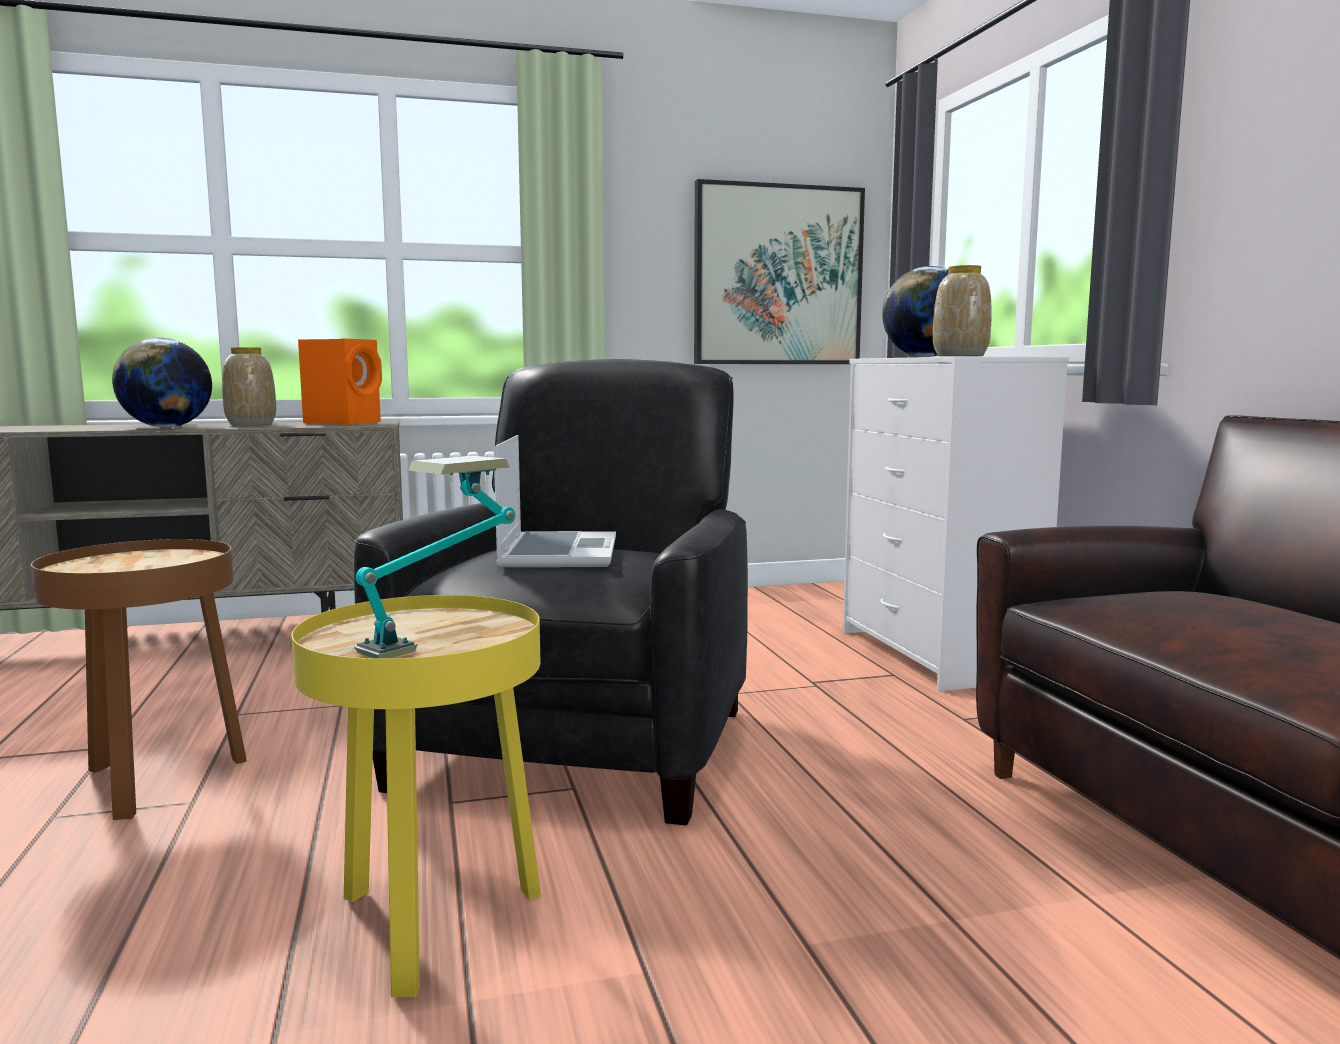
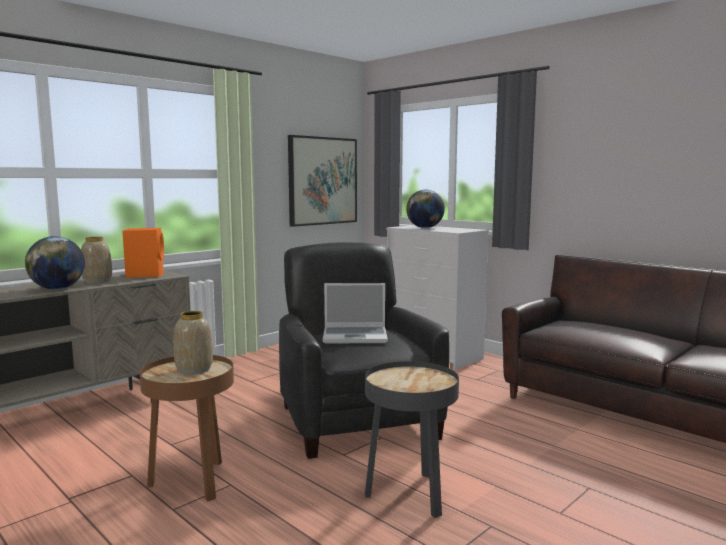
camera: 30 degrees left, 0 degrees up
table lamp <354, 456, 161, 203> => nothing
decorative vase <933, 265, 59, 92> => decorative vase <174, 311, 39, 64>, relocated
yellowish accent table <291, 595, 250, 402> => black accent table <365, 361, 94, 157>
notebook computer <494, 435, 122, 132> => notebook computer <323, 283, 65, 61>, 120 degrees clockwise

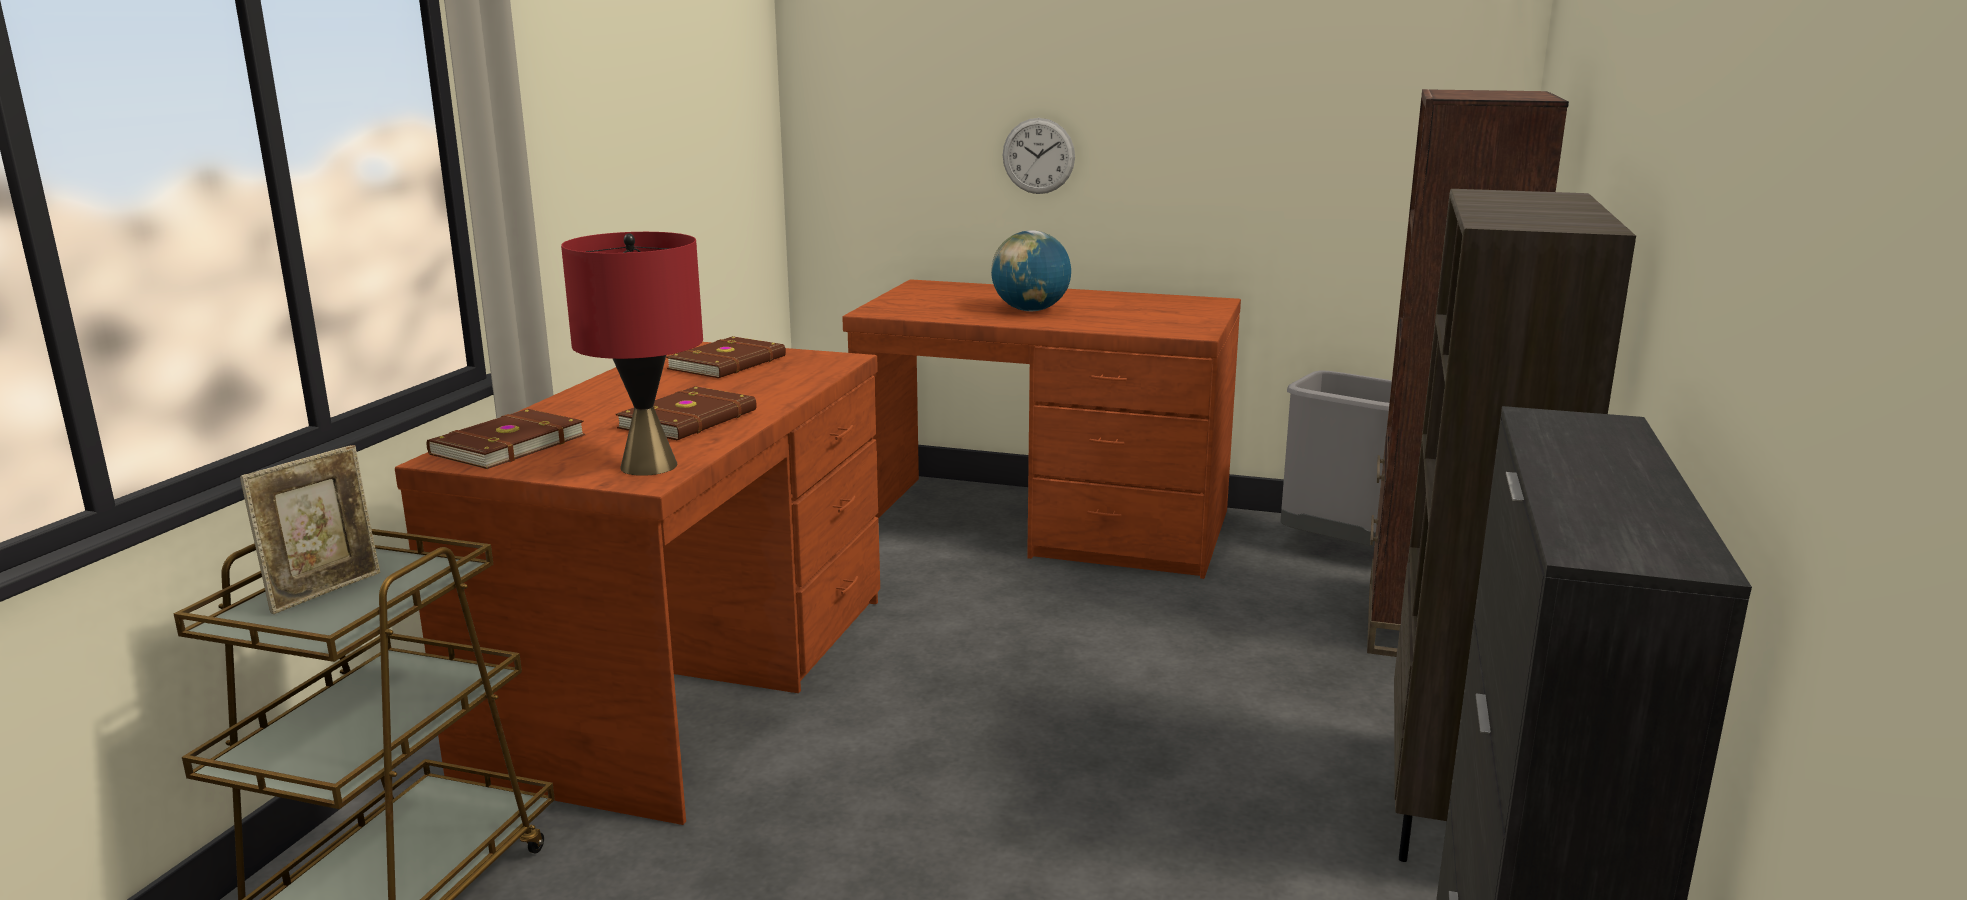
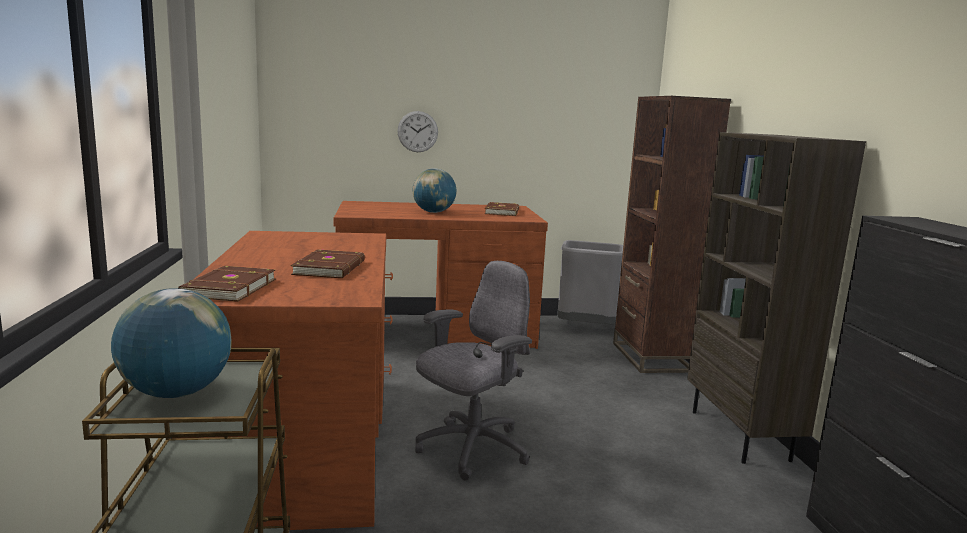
camera: 25 degrees left, 5 degrees down
red-coloured table lamp <561, 232, 142, 244> => nothing
nothing => greyish computer chair <415, 261, 117, 220>
brown-coloured bound book <666, 336, 120, 42> => brown-coloured bound book <485, 202, 34, 14>, relocated
standing frame <240, 445, 140, 169> => desk globe <111, 288, 121, 110>

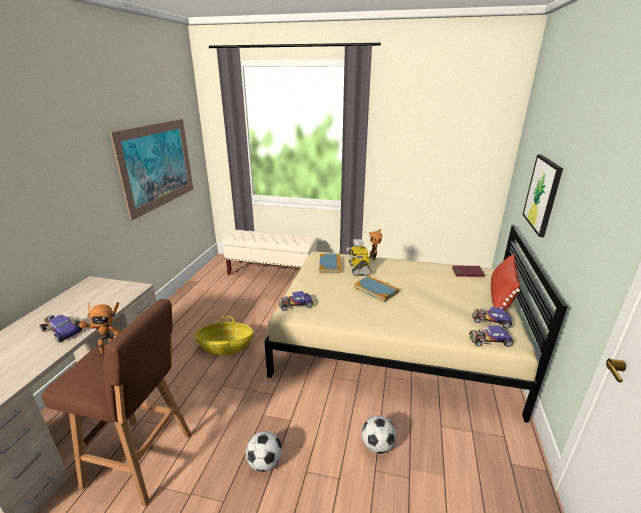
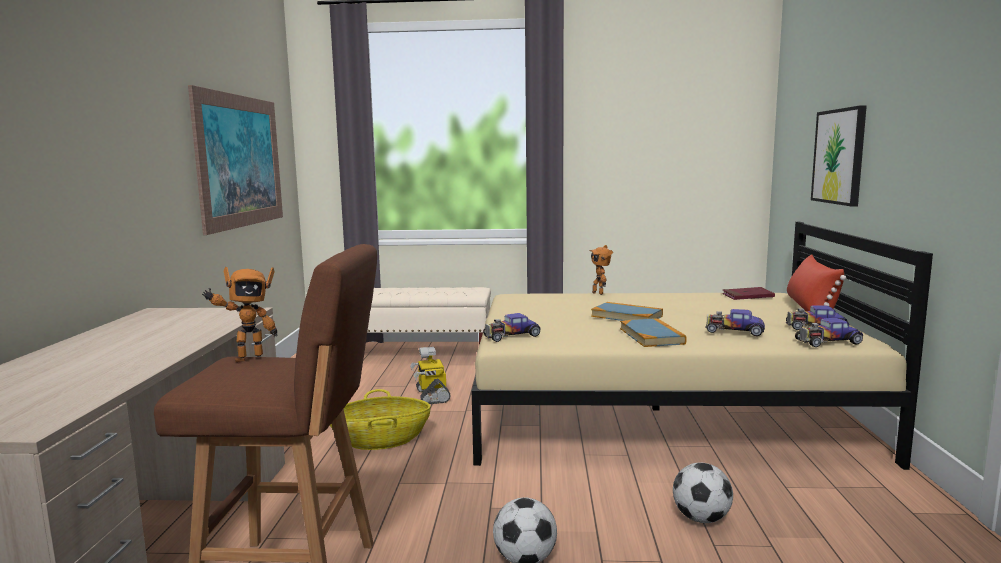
camera: 10 degrees left, 15 degrees down
miniature car <39, 315, 43, 27> => miniature car <705, 309, 60, 27>, relocated
bound book <319, 254, 22, 19> => bound book <620, 318, 67, 29>, relocated
robot figure <346, 239, 25, 37> => robot figure <410, 347, 41, 57>, relocated

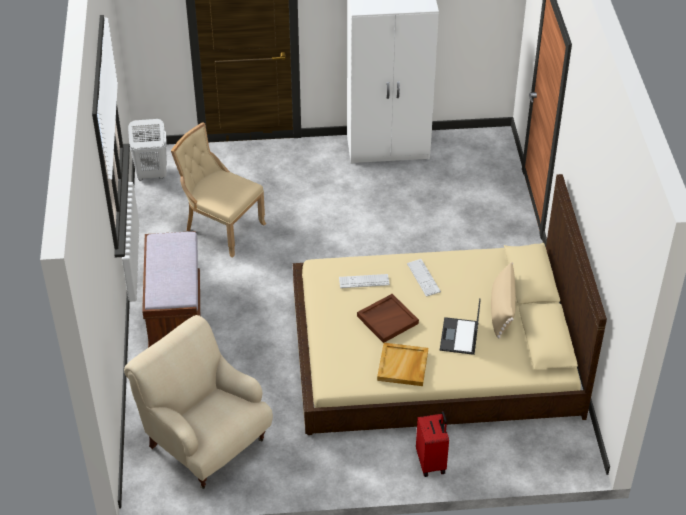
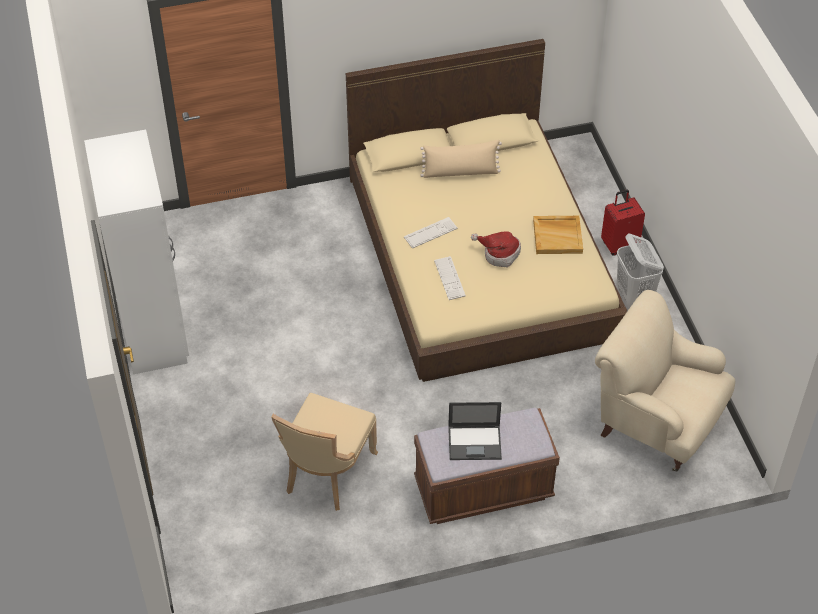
camera: 100 degrees left, 5 degrees up
whitish washing basket <128, 119, 39, 62> => whitish washing basket <617, 234, 47, 73>, relocated
notebook computer <440, 298, 41, 57> => notebook computer <448, 402, 54, 58>, relocated
brown-coloured carrying tray <357, 294, 62, 49> => hat <471, 231, 50, 37>
beige armchair <124, 315, 149, 174> => beige armchair <595, 290, 140, 181>, 90 degrees clockwise

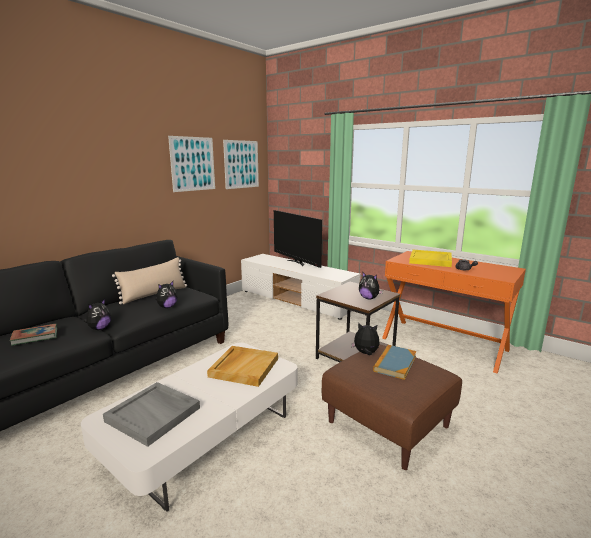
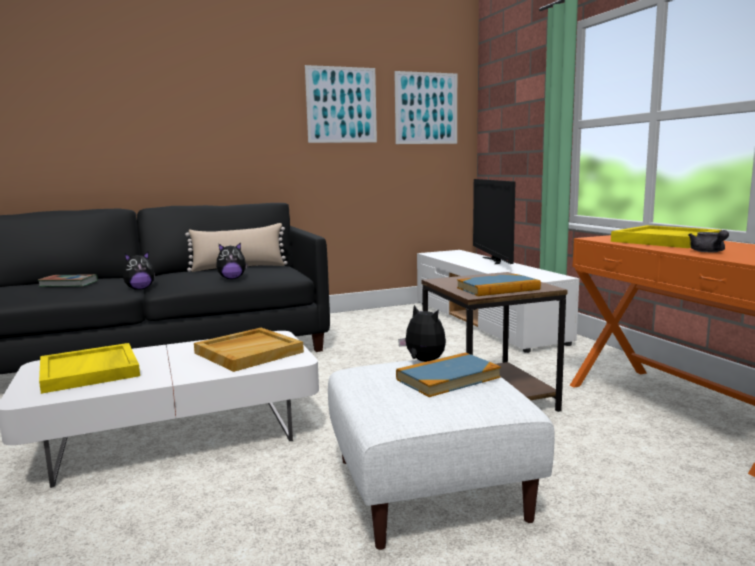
camera: 30 degrees right, 5 degrees down
cuddly toy <359, 273, 24, 26> => bound book <457, 274, 84, 22>
greyish carrying tray <103, 382, 97, 65> => yellowish carrying tray <39, 343, 101, 51>
brown-coloured pouffe <322, 344, 140, 126> => whitish pouffe <328, 358, 227, 192>

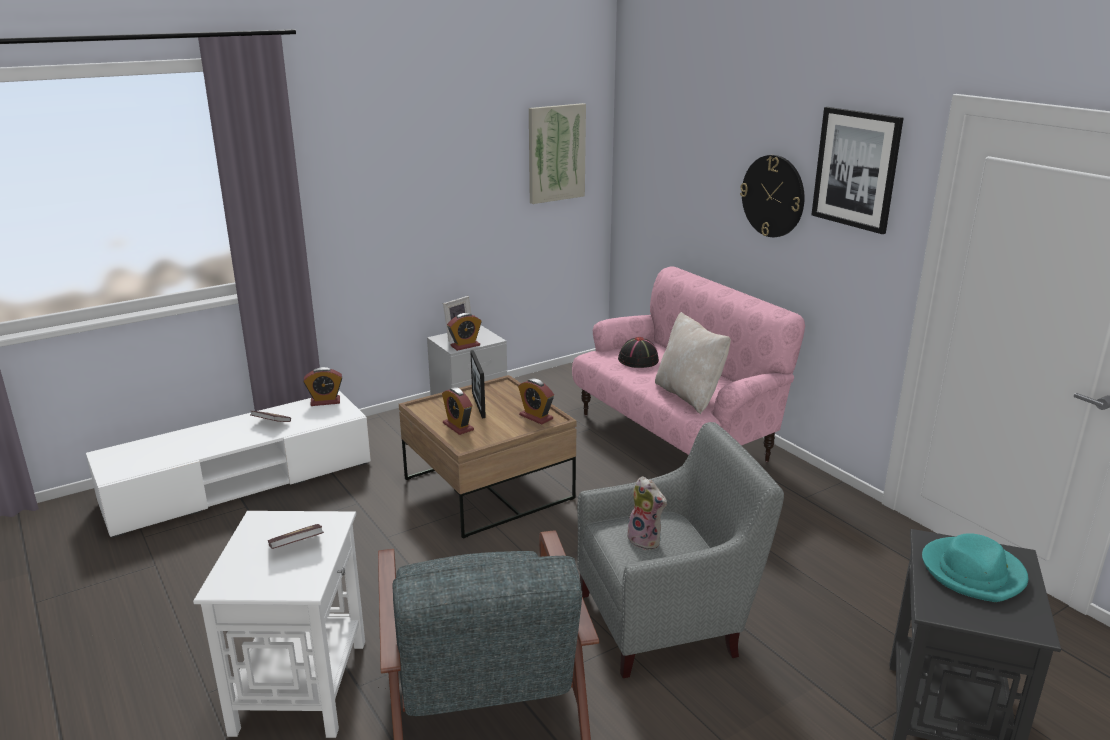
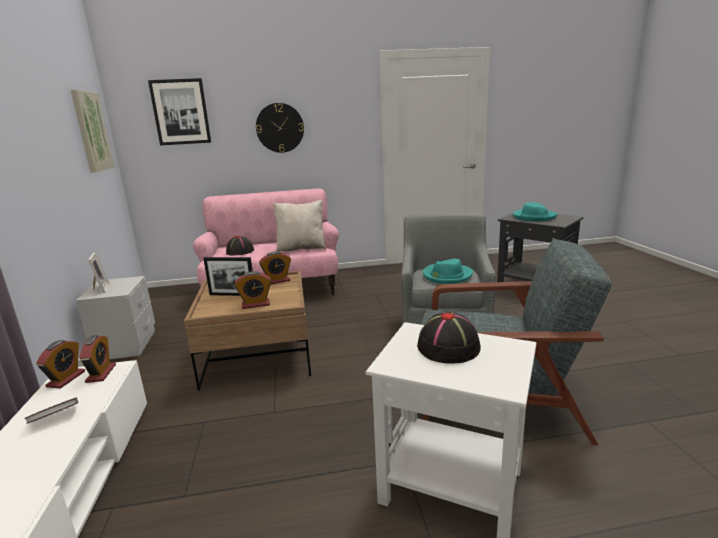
camera: 65 degrees left, 5 degrees down
table clock <447, 313, 35, 38> => table clock <80, 335, 36, 48>, relocated
wall picture <811, 107, 93, 127> => wall picture <148, 78, 63, 67>, relocated
bound book <268, 524, 56, 25> => black hat <417, 312, 64, 51>
cuddly toy <627, 476, 40, 74> => turquoise-coloured hat <422, 259, 51, 25>

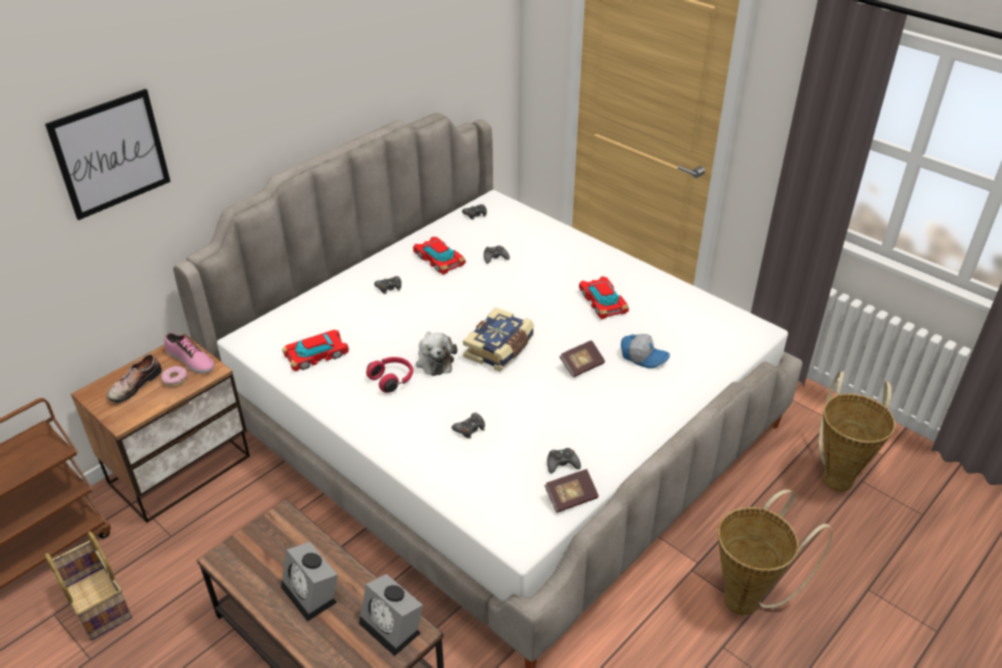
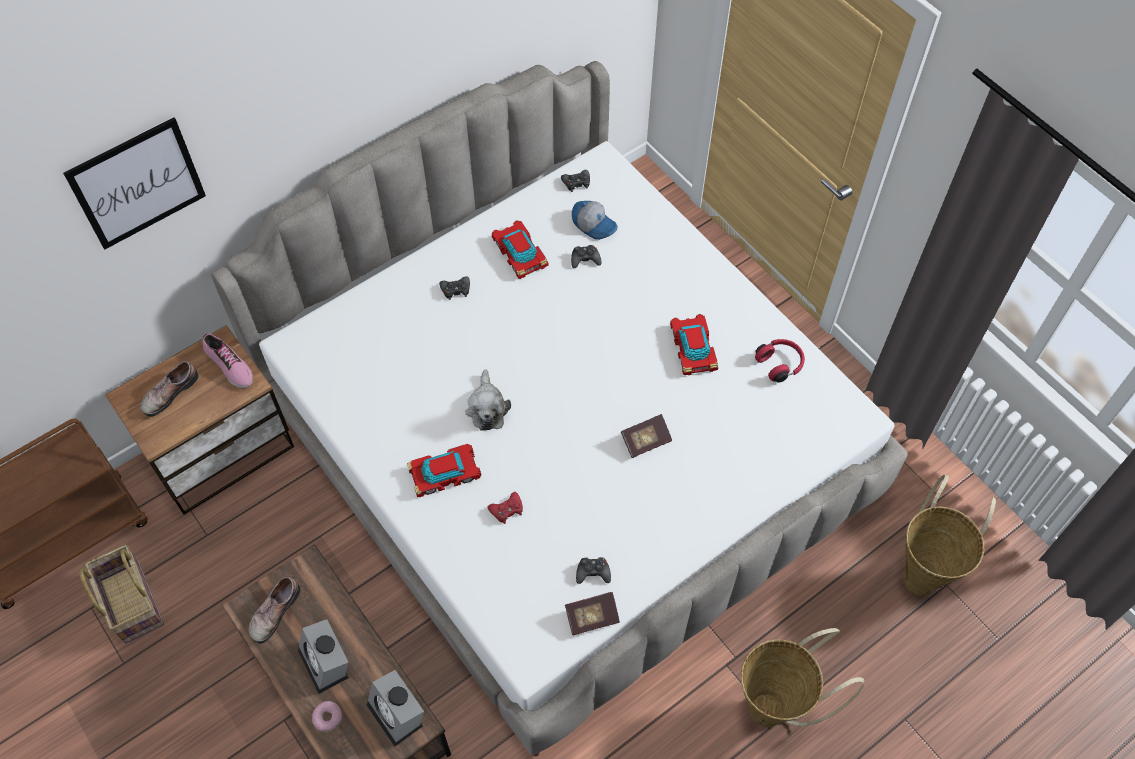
camera: 10 degrees right, 20 degrees up
bound book <463, 307, 71, 65> => nothing
nothing => low shoe <248, 577, 53, 66>
ring doughnut <161, 366, 26, 21> => ring doughnut <312, 701, 30, 31>, relocated
miniature car <282, 330, 67, 41> => miniature car <407, 444, 74, 53>, relocated
red-coloured headphones <366, 357, 47, 36> => red-coloured headphones <755, 339, 50, 44>, relocated
baseball cap <621, 334, 49, 34> => baseball cap <572, 201, 46, 39>, relocated
black gamepad <451, 413, 34, 26> => red-coloured gamepad <487, 492, 36, 32>

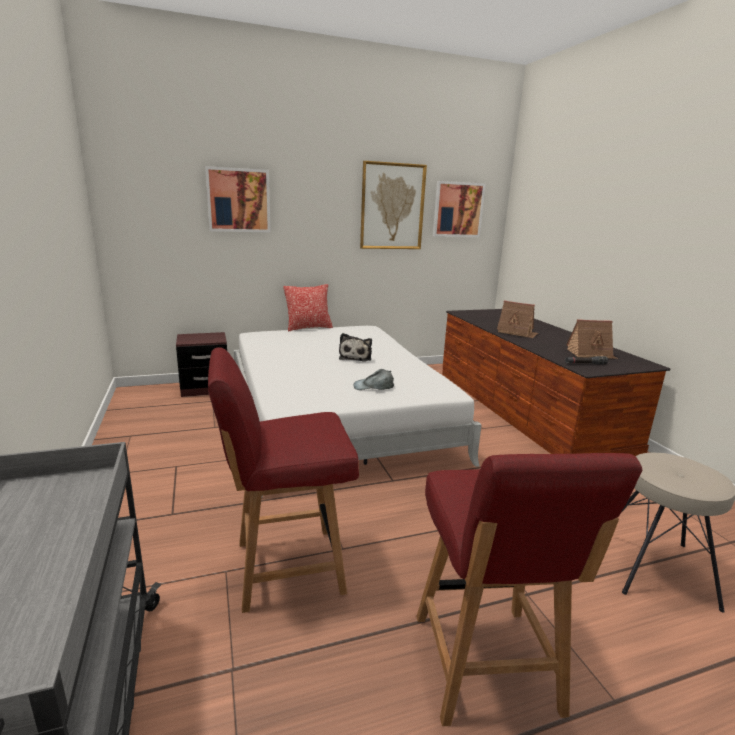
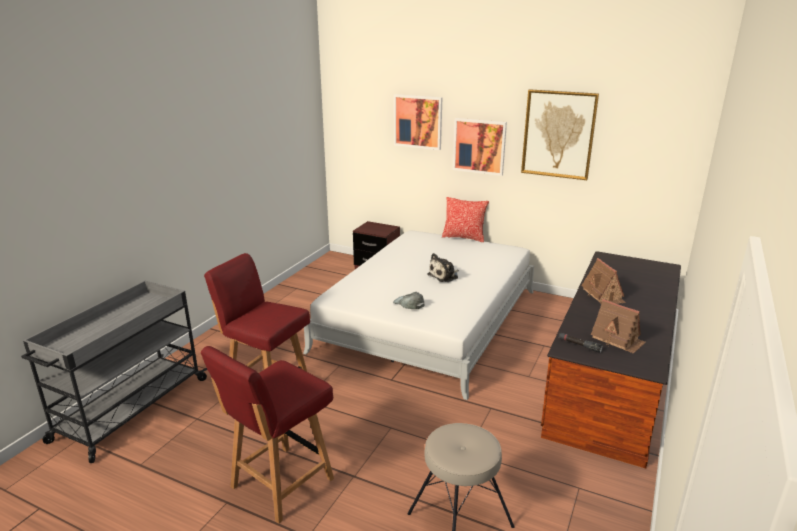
camera: 45 degrees right, 5 degrees up
wall picture <433, 181, 53, 56> => wall picture <453, 118, 54, 58>, relocated

